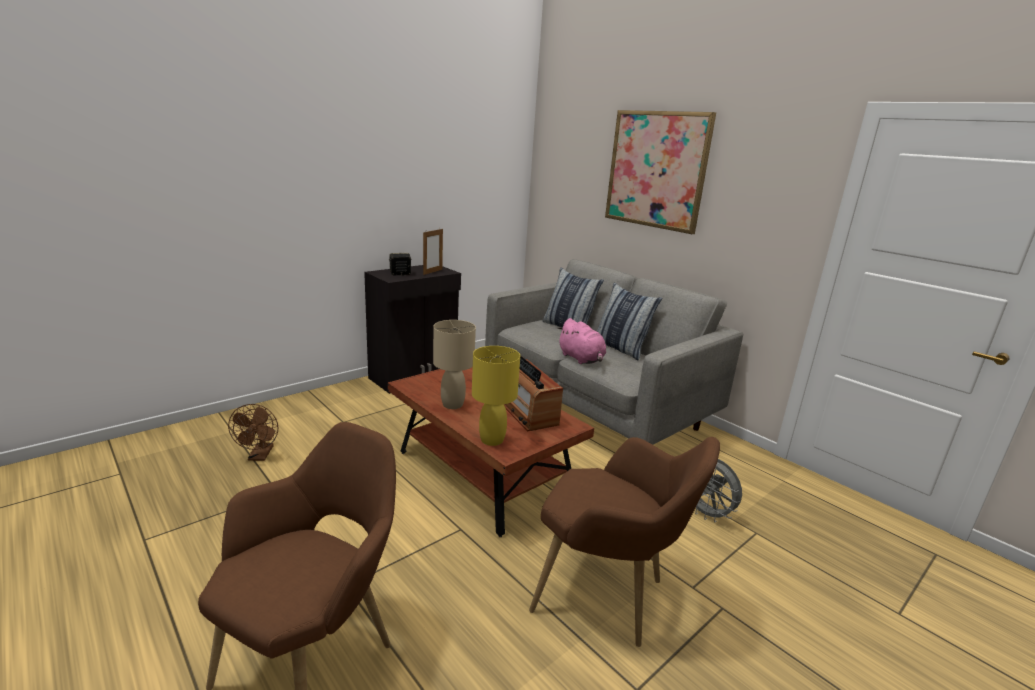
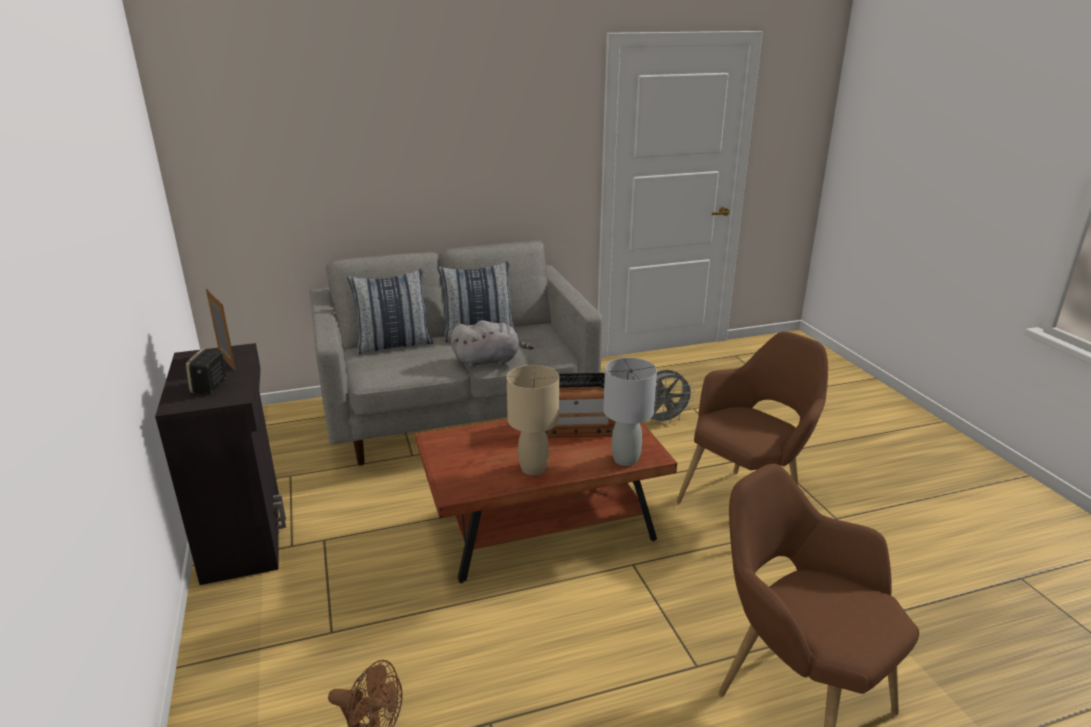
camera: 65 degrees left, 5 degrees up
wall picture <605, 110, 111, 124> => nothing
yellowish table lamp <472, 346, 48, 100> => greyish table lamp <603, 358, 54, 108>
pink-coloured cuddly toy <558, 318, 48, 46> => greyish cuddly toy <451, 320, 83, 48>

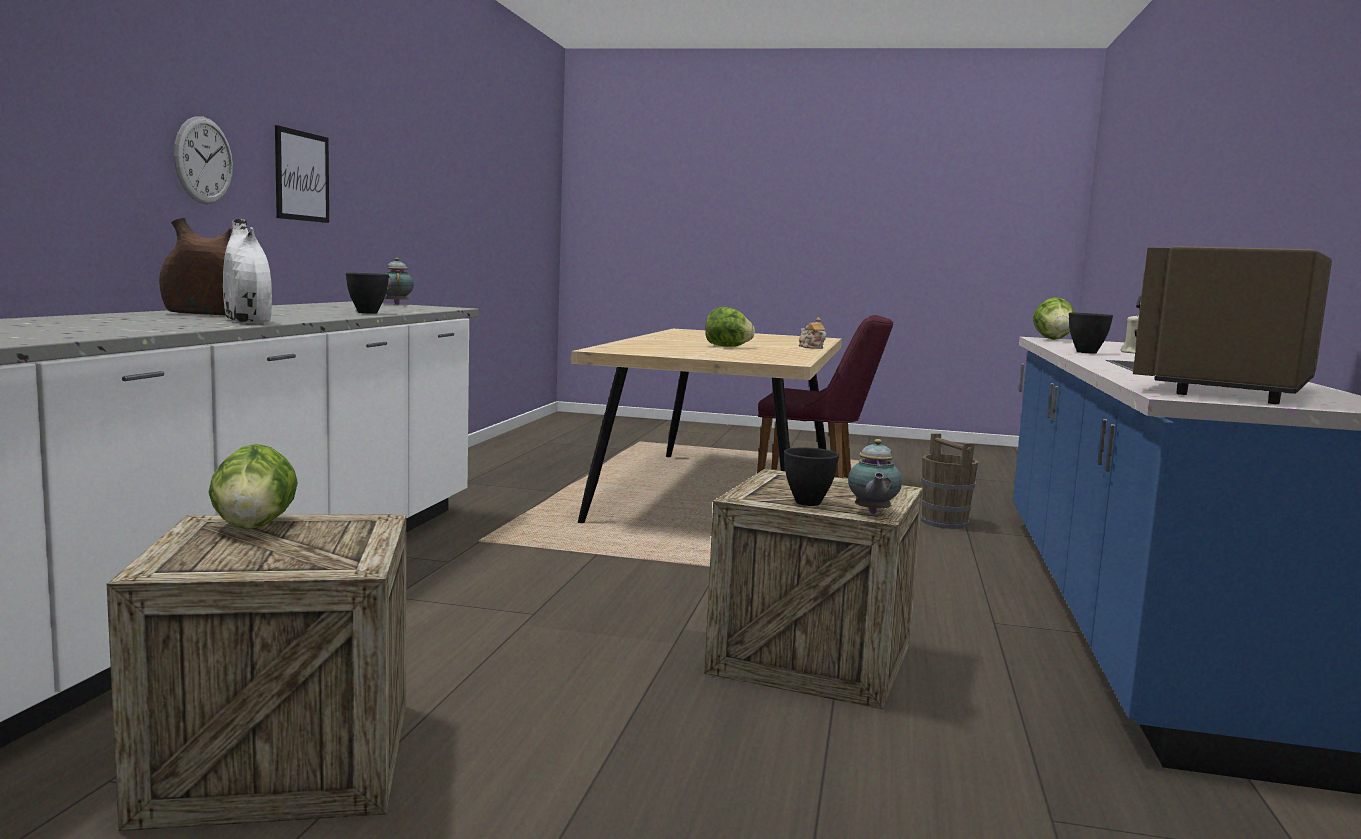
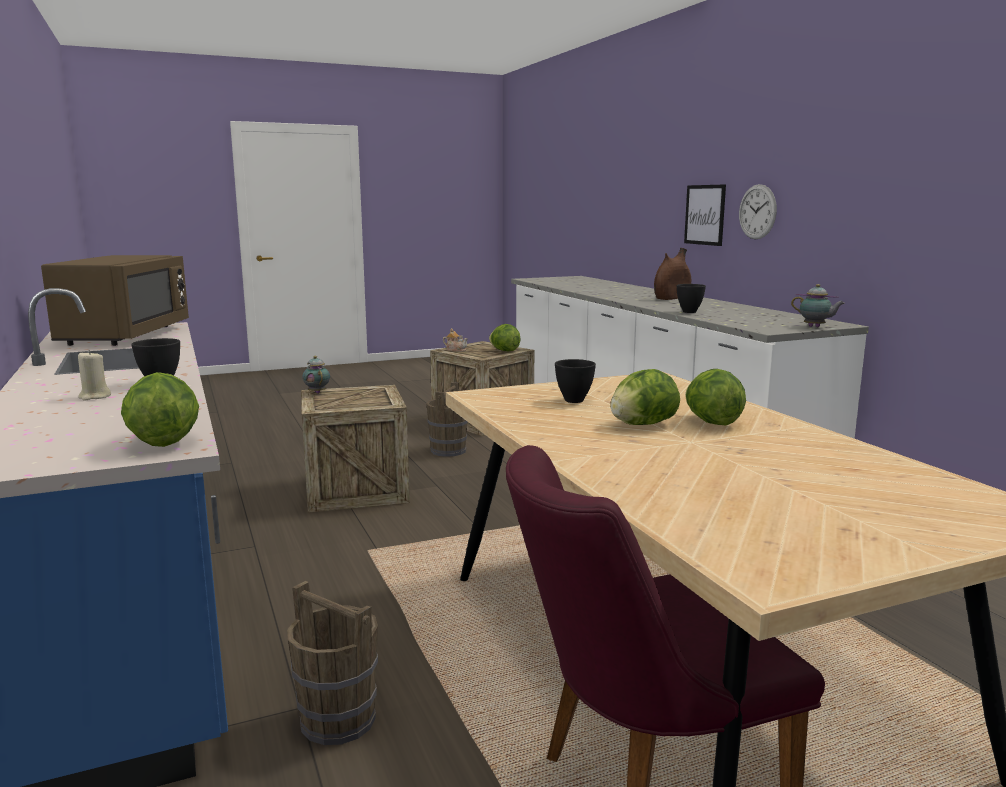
camera: 145 degrees right, 5 degrees up
whitish decorative vase <223, 219, 49, 104> => nothing
nothing => brown-coloured pail <426, 382, 42, 75>
nothing => lettuce <685, 369, 61, 57>
wall picture <275, 125, 54, 98> => wall picture <684, 184, 42, 62>, relocated
black bowl <784, 447, 55, 59> => black bowl <555, 359, 41, 44>, relocated
pot for tea <799, 317, 27, 32> => pot for tea <443, 328, 25, 24>, relocated

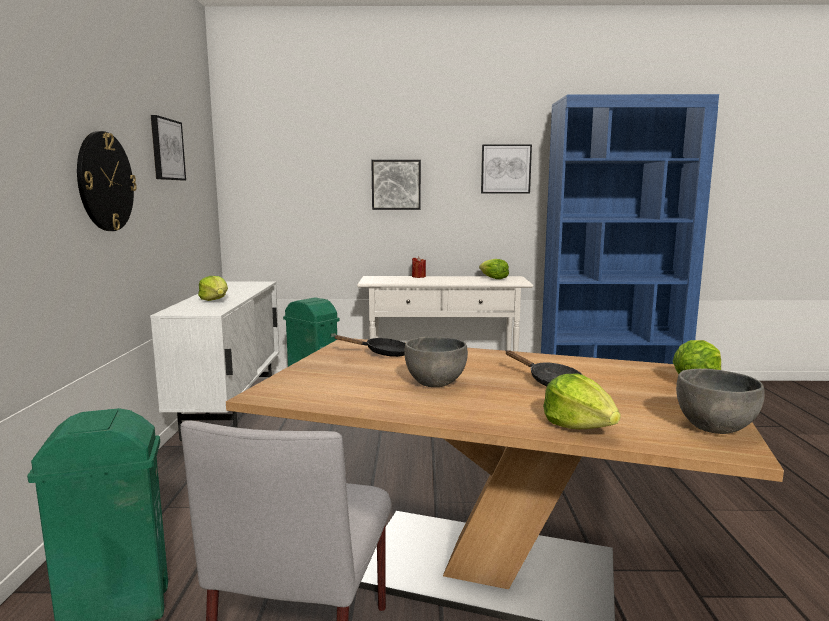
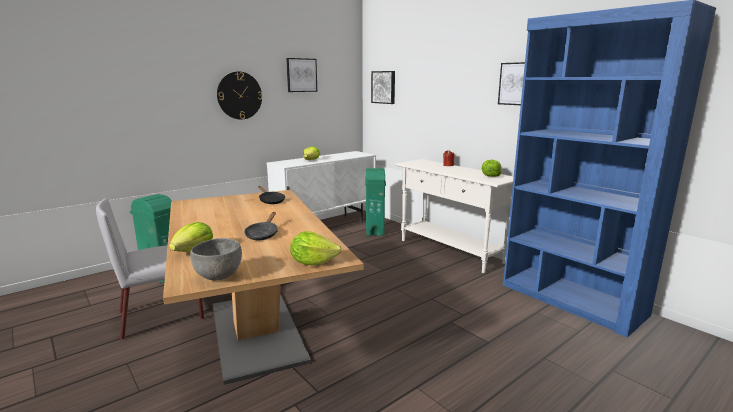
camera: 50 degrees right, 5 degrees up
greyish bowl <404, 337, 64, 50> => nothing
wall picture <371, 160, 50, 50> => wall picture <371, 71, 24, 33>, relocated

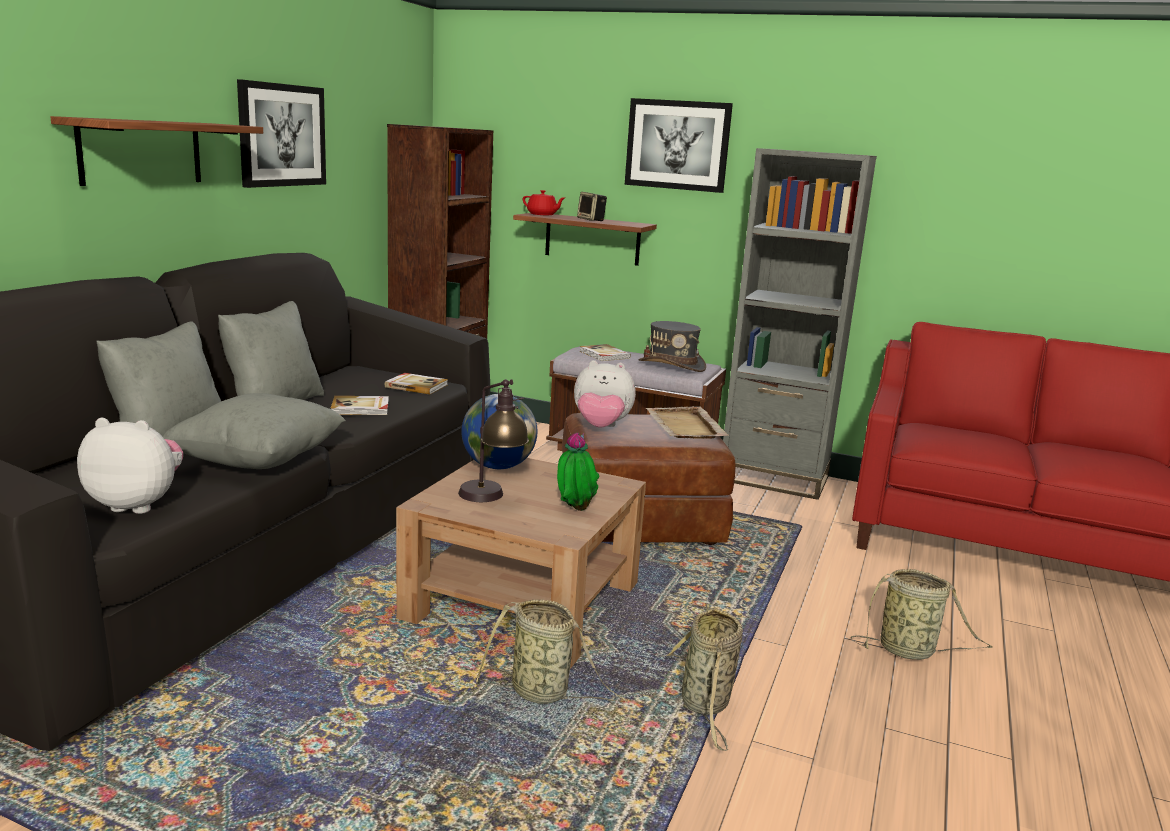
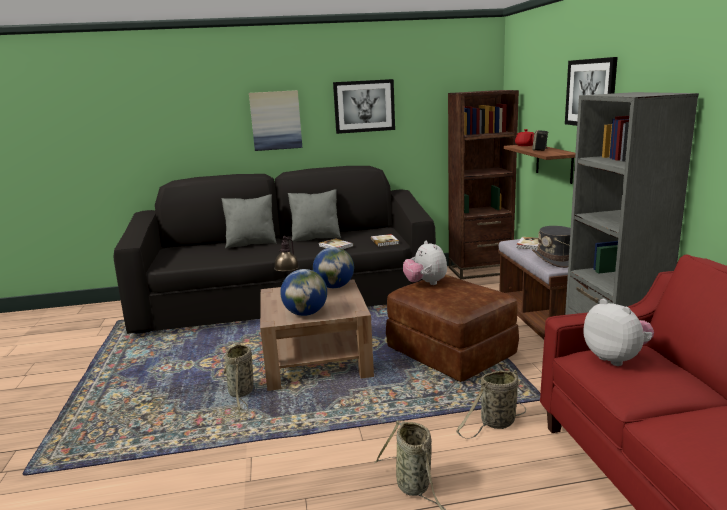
camera: 60 degrees right, 0 degrees up
greyish cushion <162, 393, 184, 76> => nothing
beige carrying tray <645, 406, 84, 33> => nothing
cuddly toy <77, 418, 106, 96> => cuddly toy <583, 299, 71, 67>, relocated
storage basket <666, 604, 77, 147> => storage basket <456, 370, 70, 69>, relocated
shelf <50, 116, 213, 70> => wall picture <249, 90, 53, 61>
potted plant <557, 433, 43, 78> => desk globe <280, 269, 47, 47>

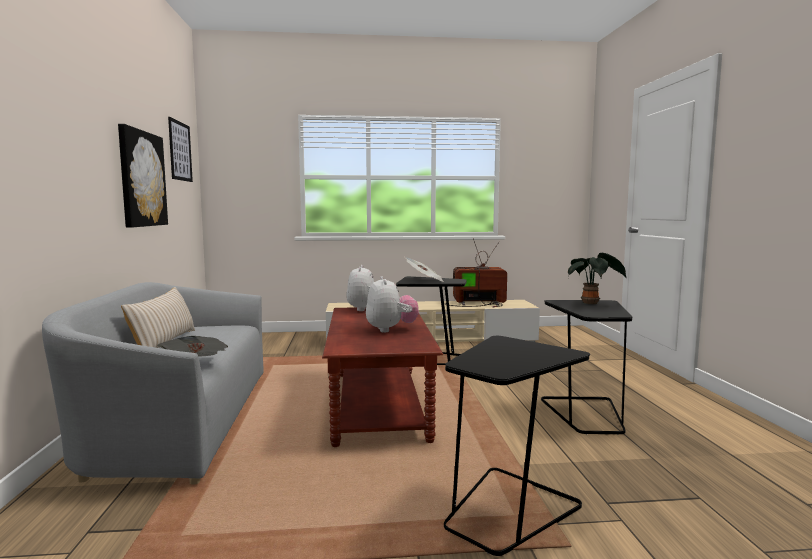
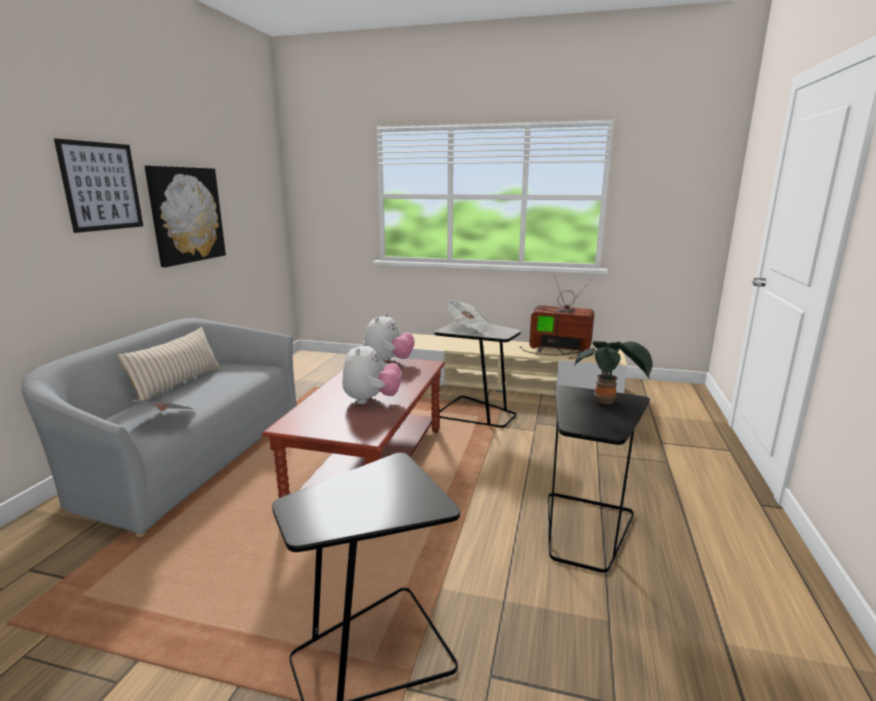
camera: 20 degrees right, 10 degrees up
wall picture <168, 117, 25, 65> => wall picture <54, 138, 89, 95>, relocated

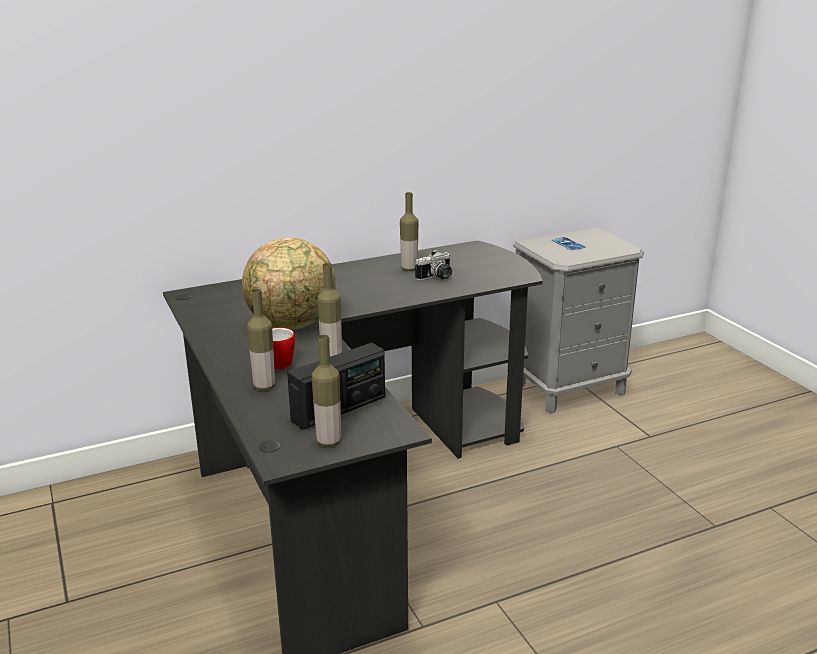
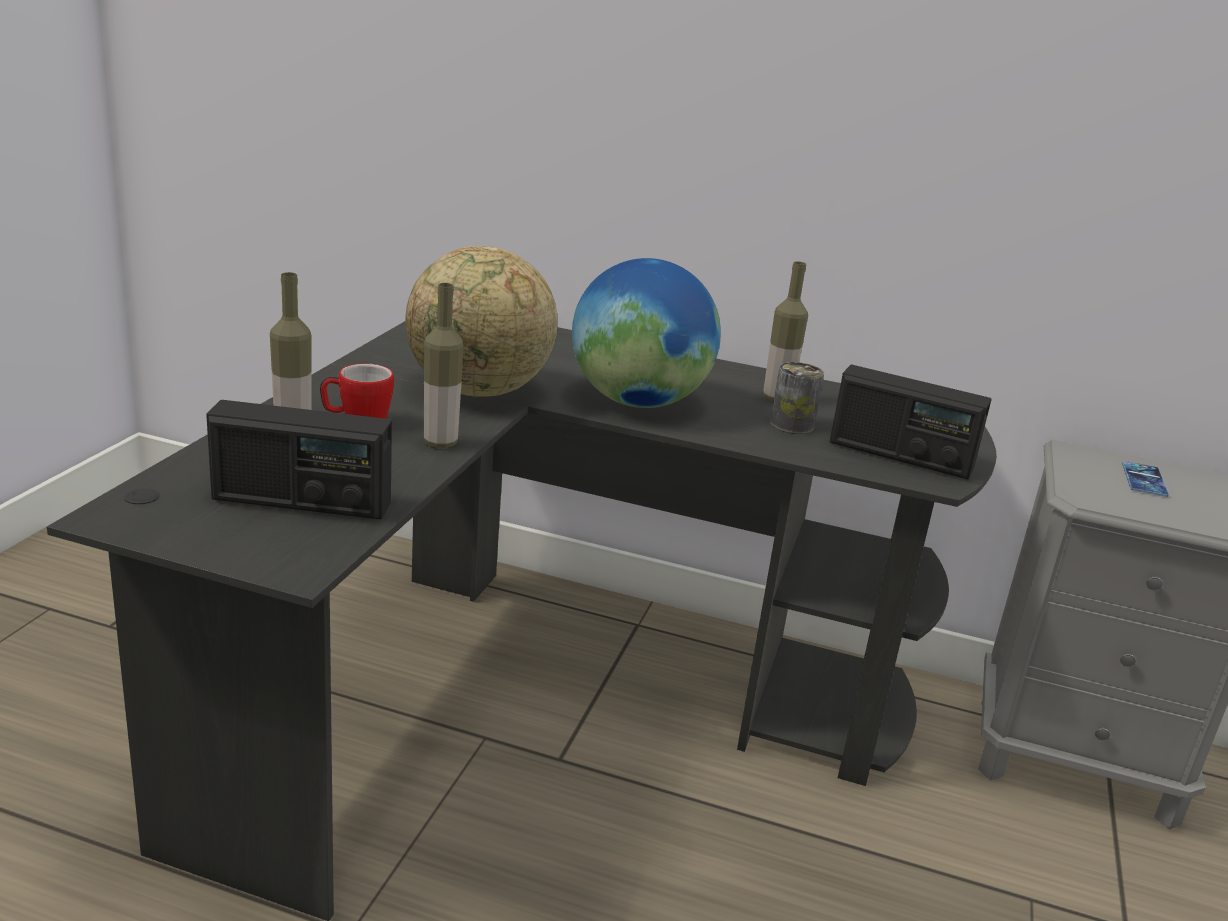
camera: 40 degrees right, 0 degrees up
bottle <311, 335, 30, 112> => nothing
nothing => desk globe <572, 258, 149, 150>
nothing => radio <830, 365, 162, 114>
photo camera <415, 249, 37, 32> => sealed can <770, 362, 54, 72>

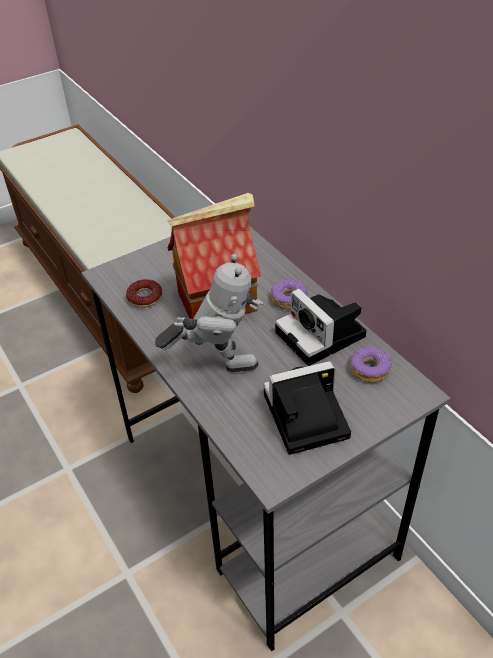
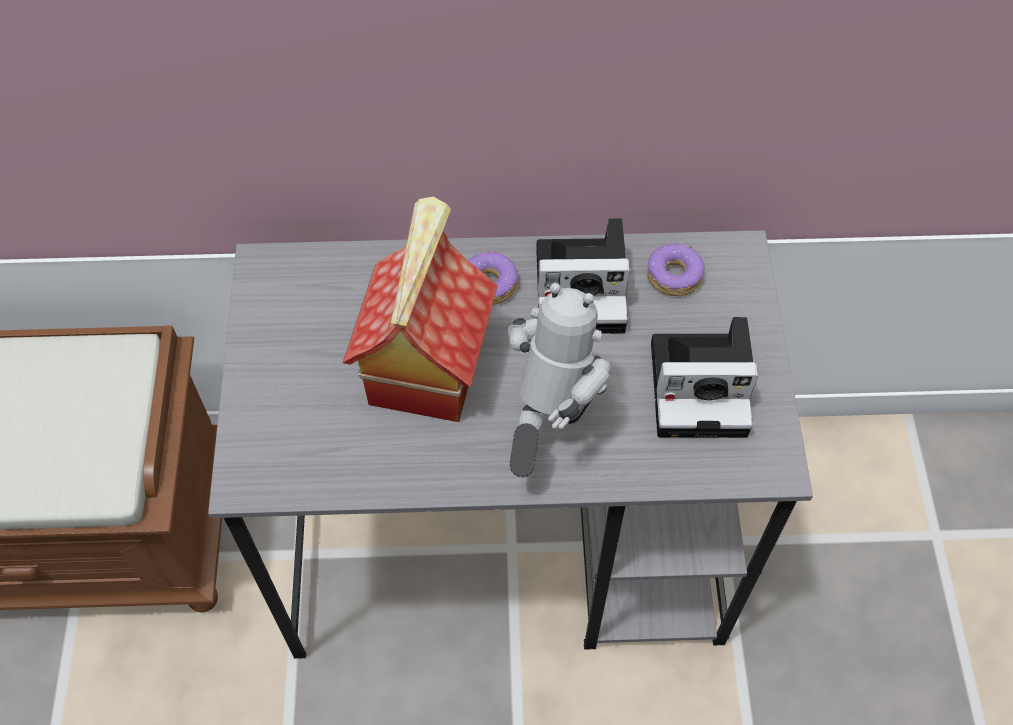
camera: 60 degrees left, 15 degrees up
ring doughnut <126, 279, 36, 29> => nothing
photo camera <263, 361, 88, 94> => photo camera <651, 317, 107, 121>, 105 degrees counterclockwise

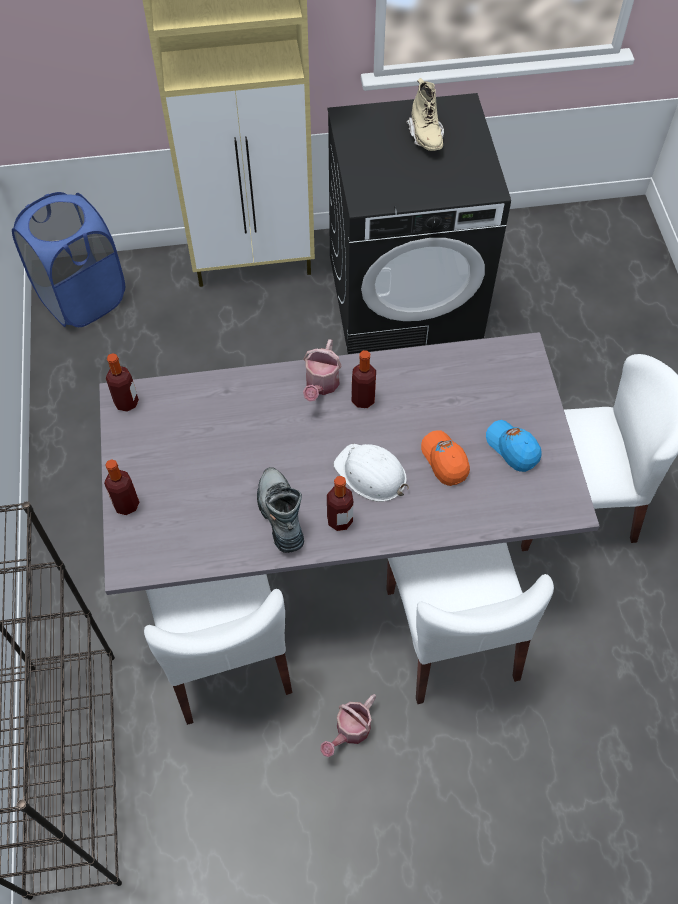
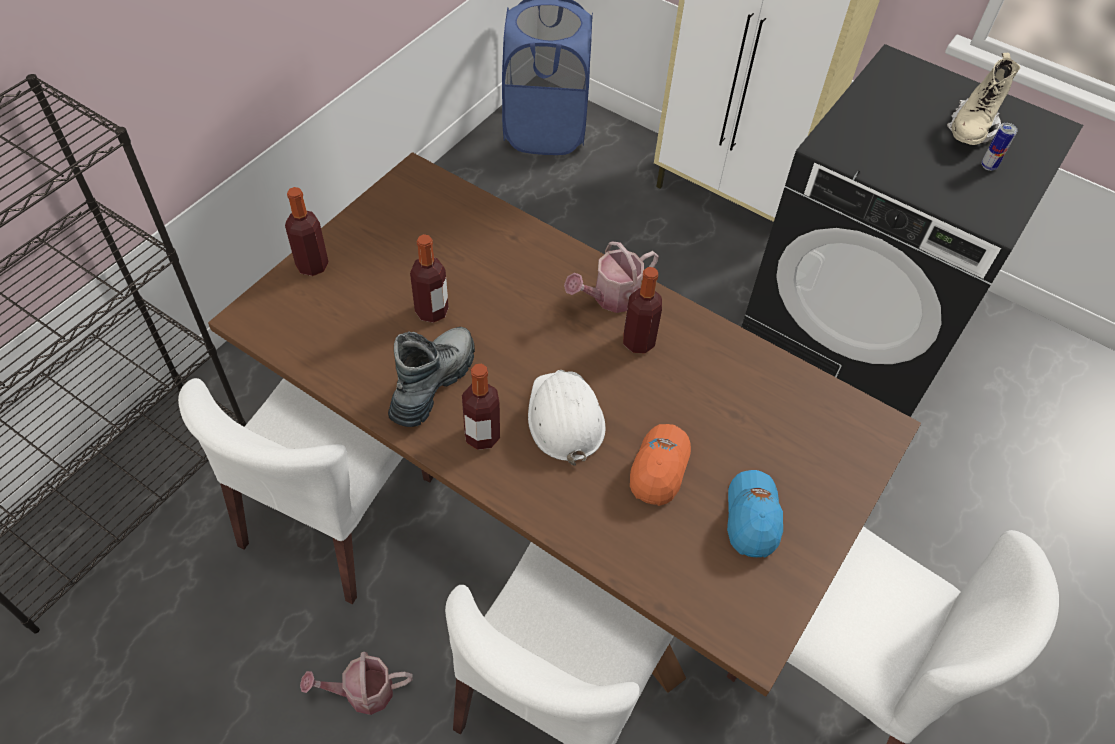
camera: 40 degrees right, 5 degrees down
nothing => sealed can <981, 123, 37, 48>
bottle <106, 353, 33, 59> => bottle <410, 234, 39, 89>, relocated
greyish dining table <99, 332, 501, 263> => brown-coloured dining table <208, 152, 713, 544>

